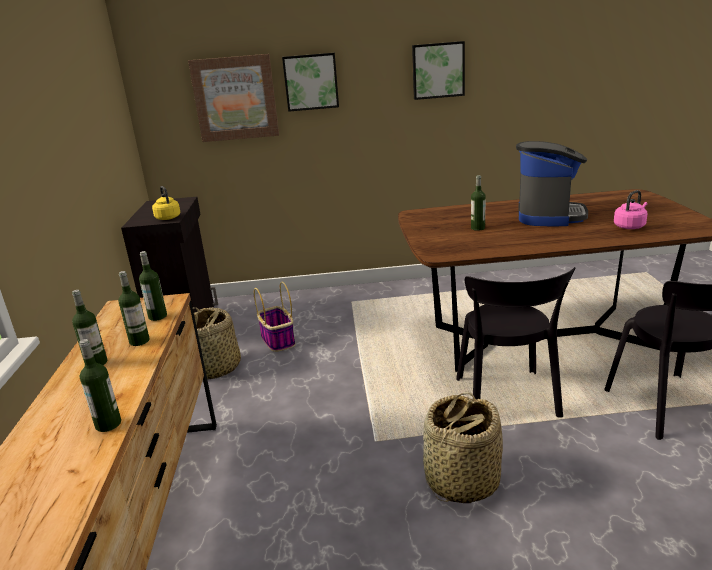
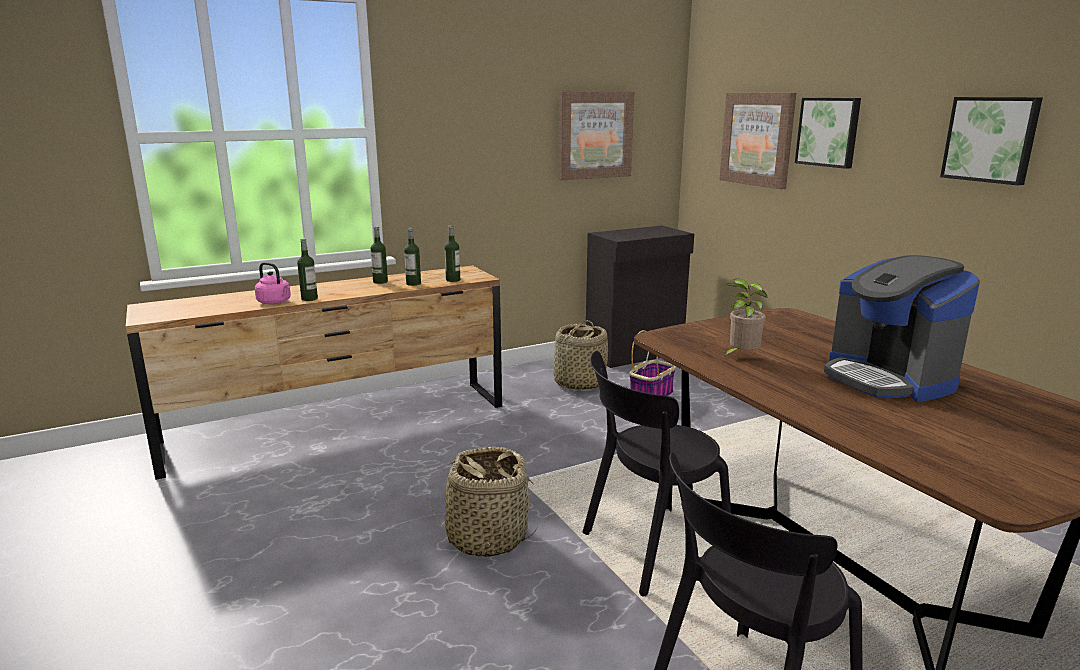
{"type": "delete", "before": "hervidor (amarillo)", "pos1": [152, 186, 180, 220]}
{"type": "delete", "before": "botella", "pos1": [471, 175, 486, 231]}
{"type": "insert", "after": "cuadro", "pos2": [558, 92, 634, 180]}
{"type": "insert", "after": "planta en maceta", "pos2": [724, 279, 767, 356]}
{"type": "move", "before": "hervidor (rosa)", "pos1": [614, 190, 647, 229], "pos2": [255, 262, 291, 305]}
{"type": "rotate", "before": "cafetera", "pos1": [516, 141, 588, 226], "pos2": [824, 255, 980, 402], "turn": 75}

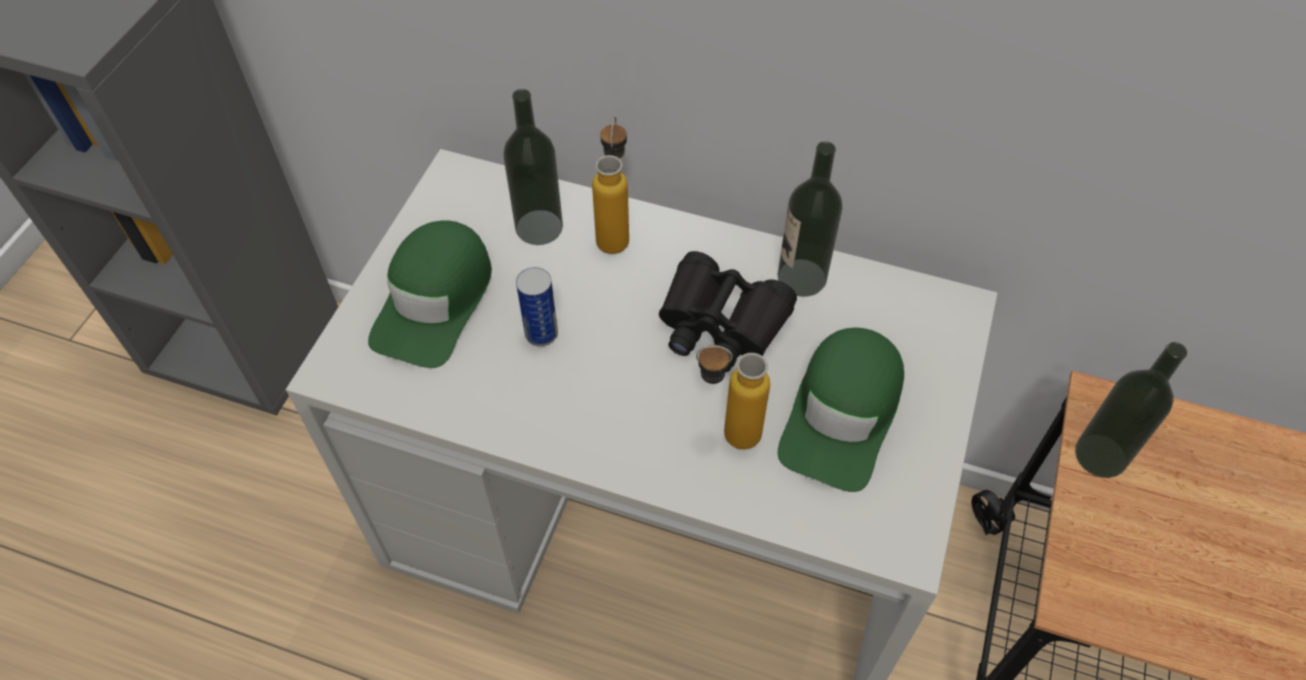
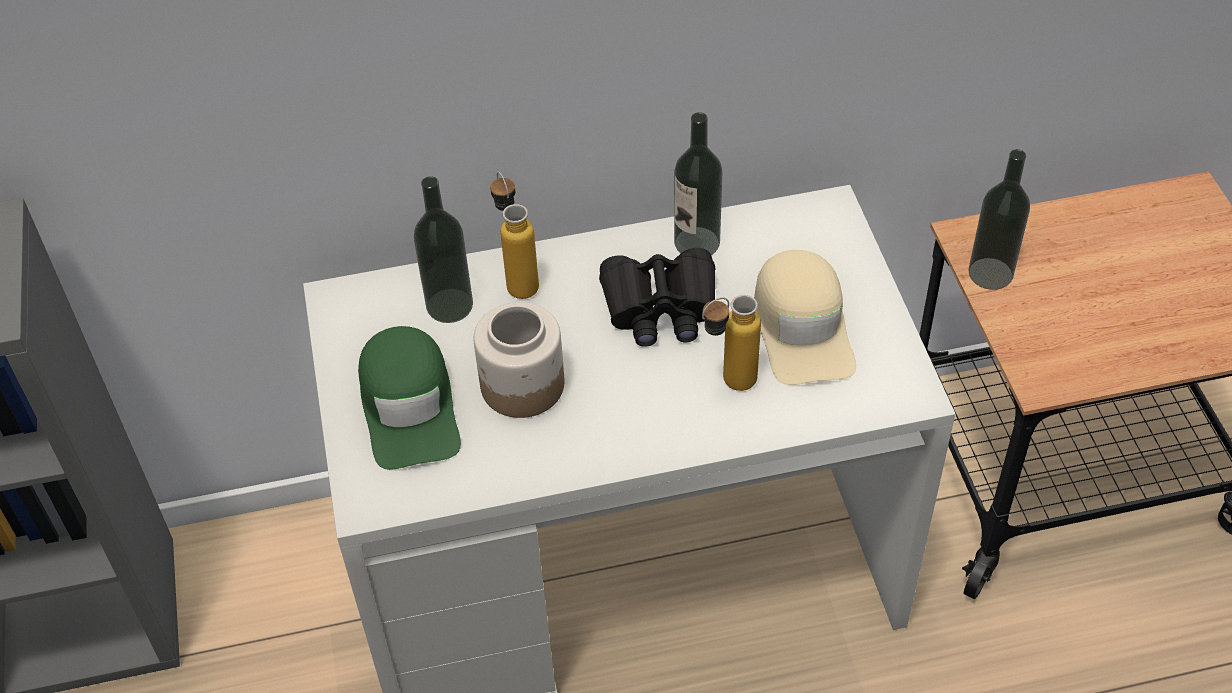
{"type": "replace", "before": "lata", "after": "tarro", "pos1": [516, 267, 558, 346], "pos2": [474, 302, 564, 418]}
{"type": "recolor", "before": "gorra (verde)", "after": "gorra (beis)", "pos1": [778, 328, 904, 492], "pos2": [754, 250, 856, 385]}

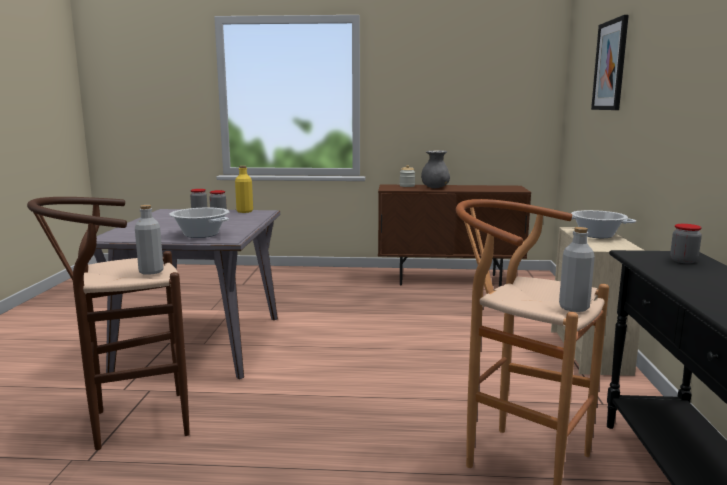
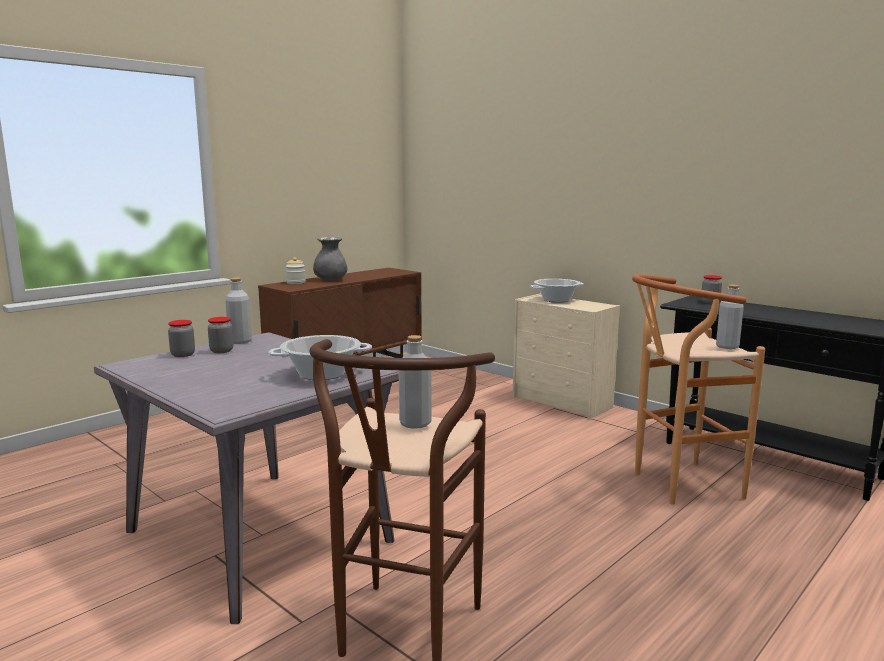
{"type": "delete", "before": "cuadro", "pos1": [591, 15, 629, 110]}
{"type": "recolor", "before": "botella (amarillo)", "after": "botella (gris)", "pos1": [235, 166, 253, 213], "pos2": [225, 278, 252, 344]}

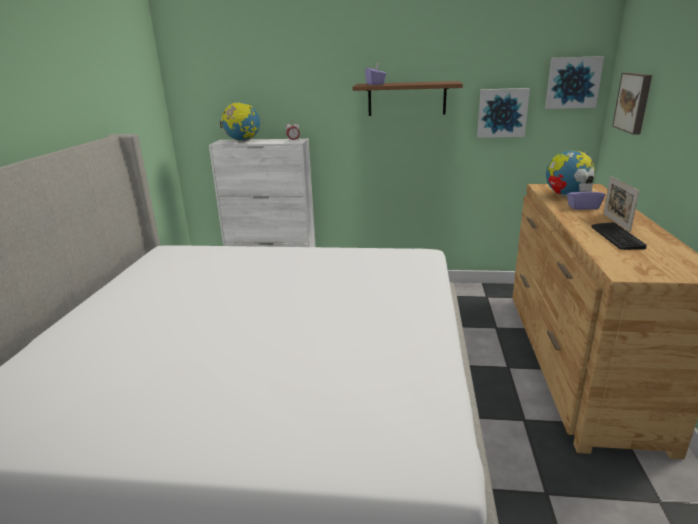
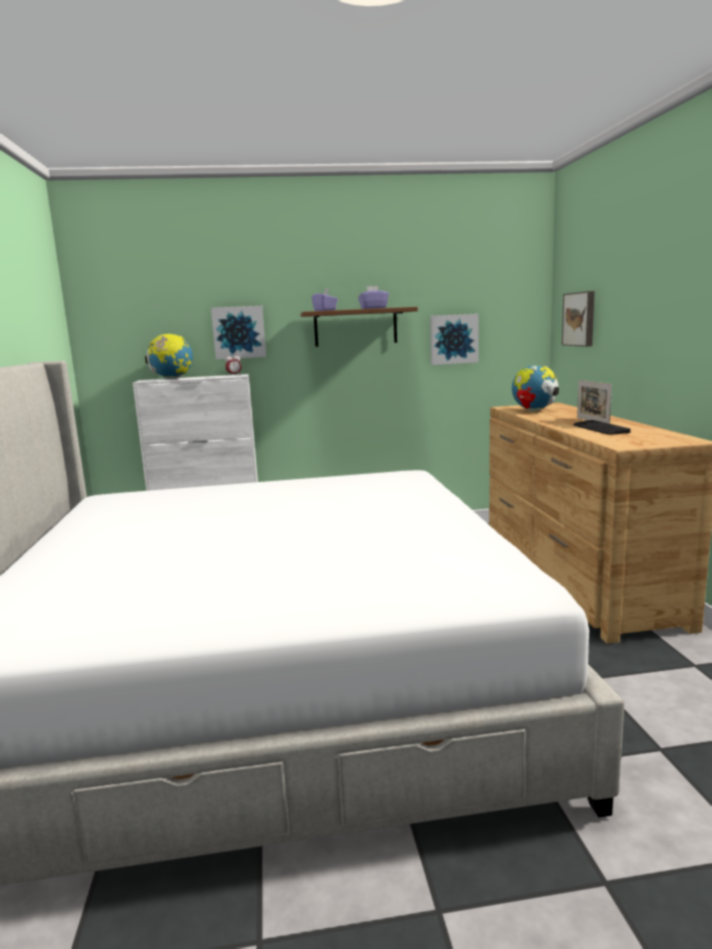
{"type": "move", "before": "cuadro", "pos1": [545, 56, 604, 109], "pos2": [211, 306, 266, 360]}
{"type": "move", "before": "caja de pañuelos (morado)", "pos1": [567, 183, 605, 210], "pos2": [358, 286, 389, 309]}

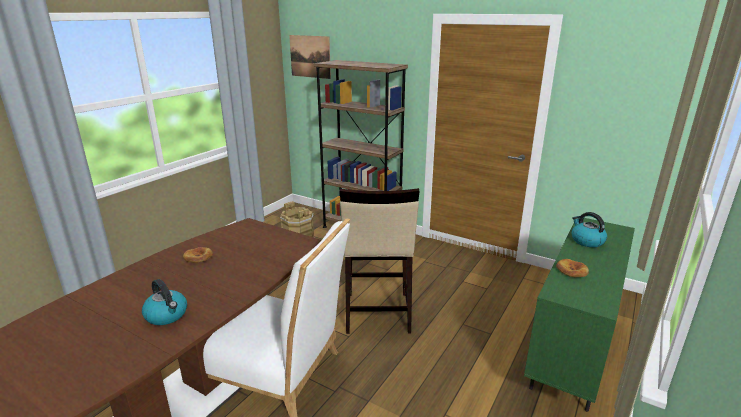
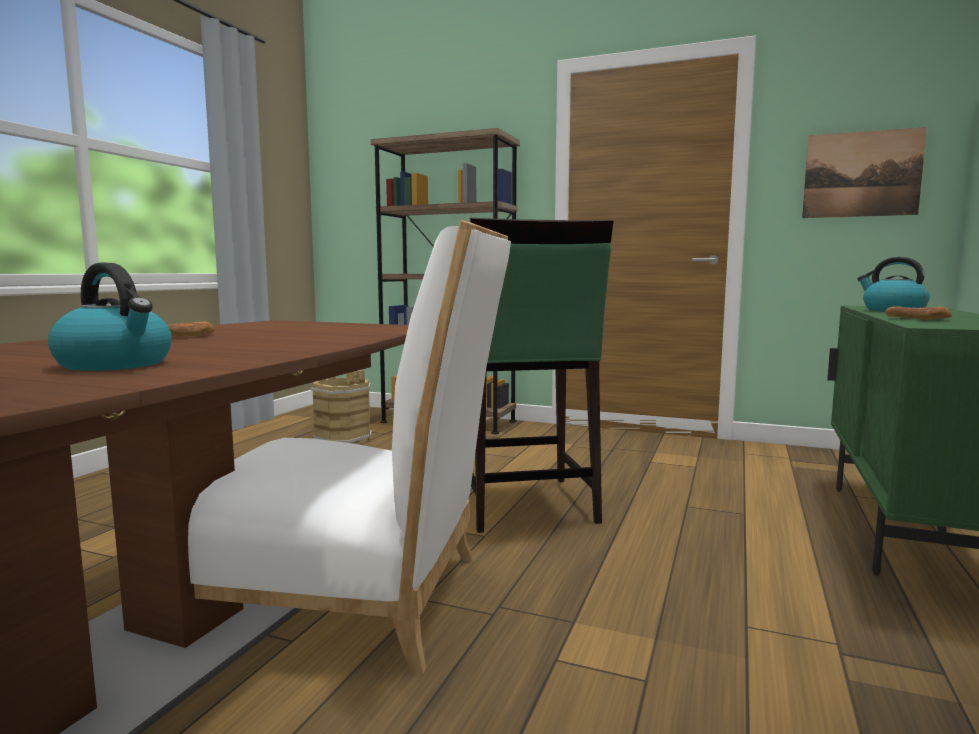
{"type": "move", "before": "cuadro", "pos1": [289, 35, 331, 79], "pos2": [802, 127, 927, 218]}
{"type": "recolor", "before": "taburete (beis)", "after": "taburete (verde)", "pos1": [340, 188, 420, 334], "pos2": [470, 218, 613, 533]}

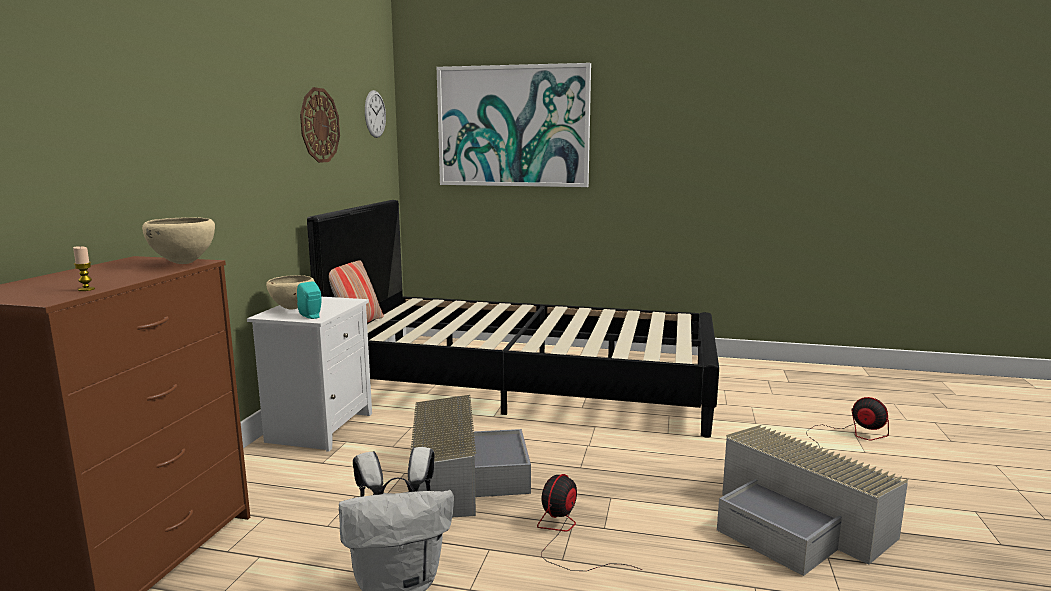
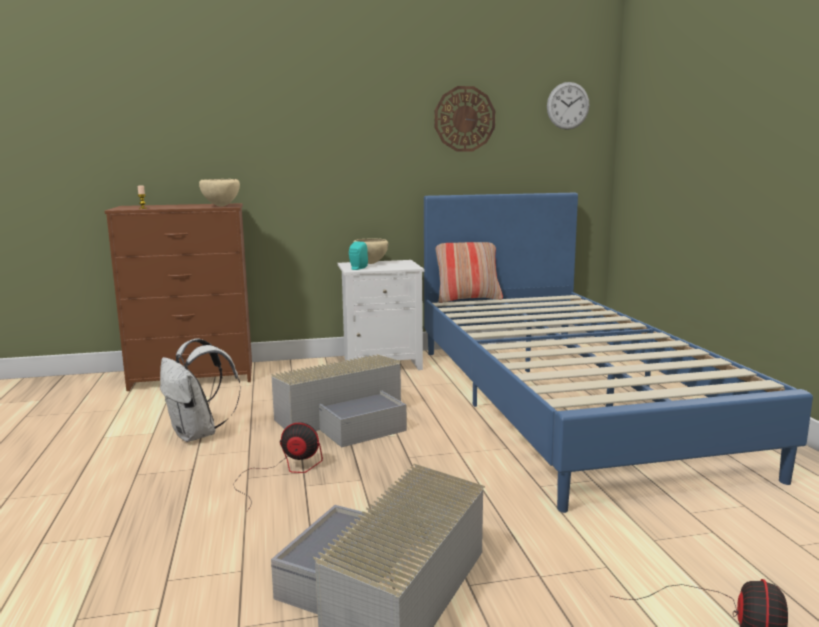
{"type": "delete", "before": "cuadro", "pos1": [437, 63, 591, 187]}
{"type": "recolor", "before": "cama (negro)", "after": "cama (azul)", "pos1": [307, 200, 719, 438], "pos2": [424, 193, 813, 513]}

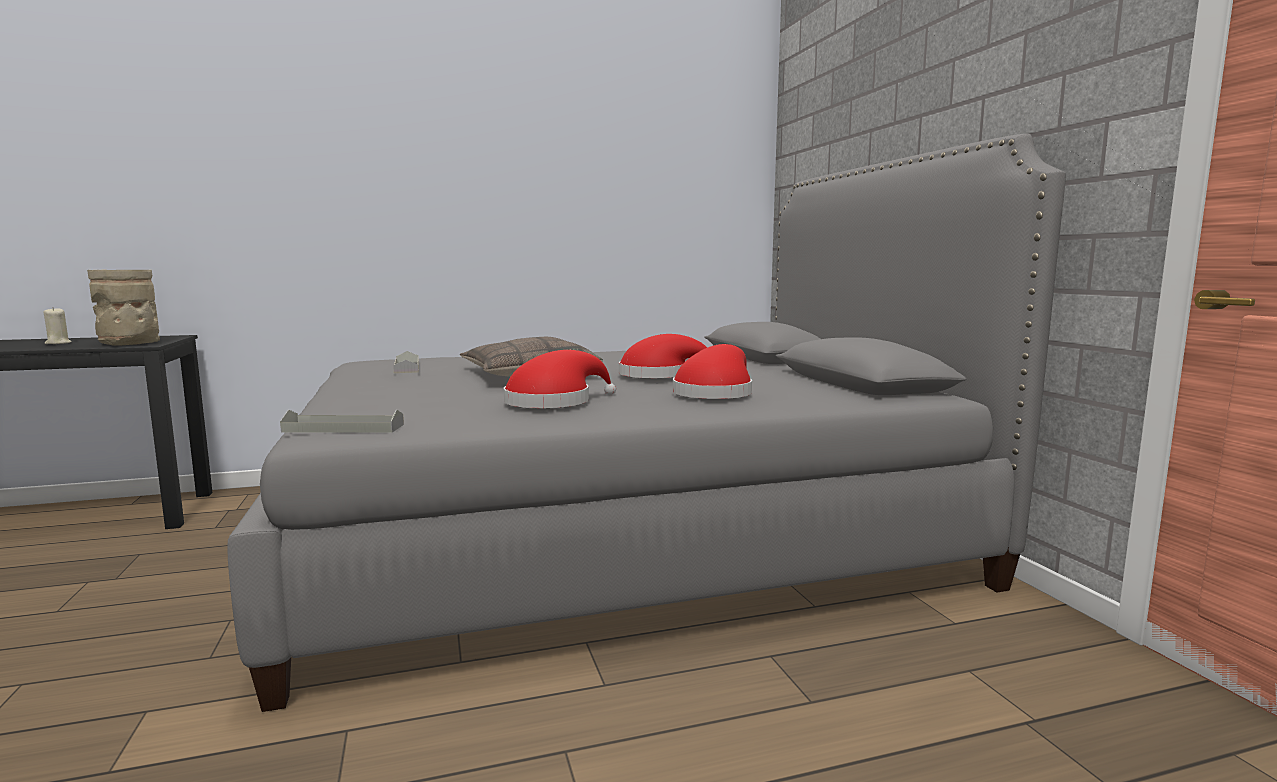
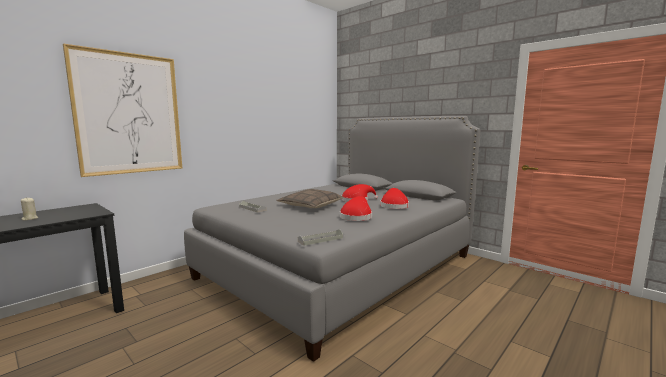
{"type": "delete", "before": "florero (beis)", "pos1": [87, 270, 160, 346]}
{"type": "insert", "after": "cuadro", "pos2": [63, 43, 182, 177]}

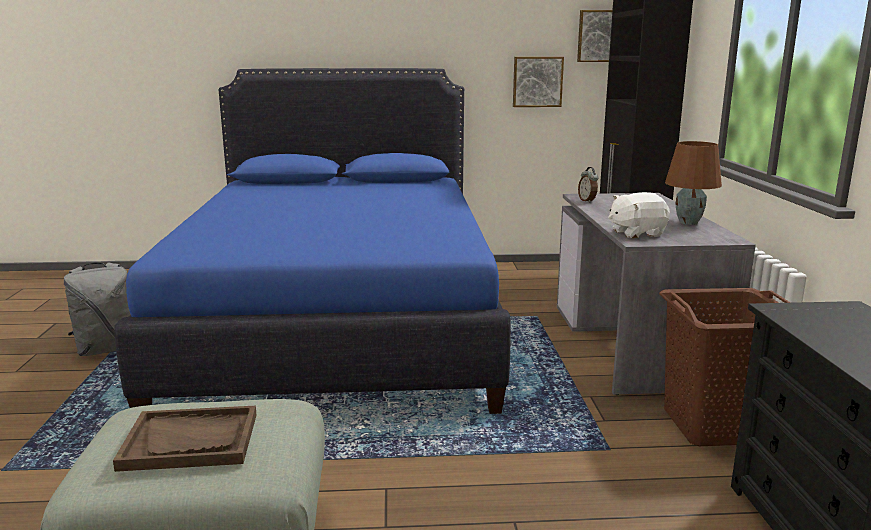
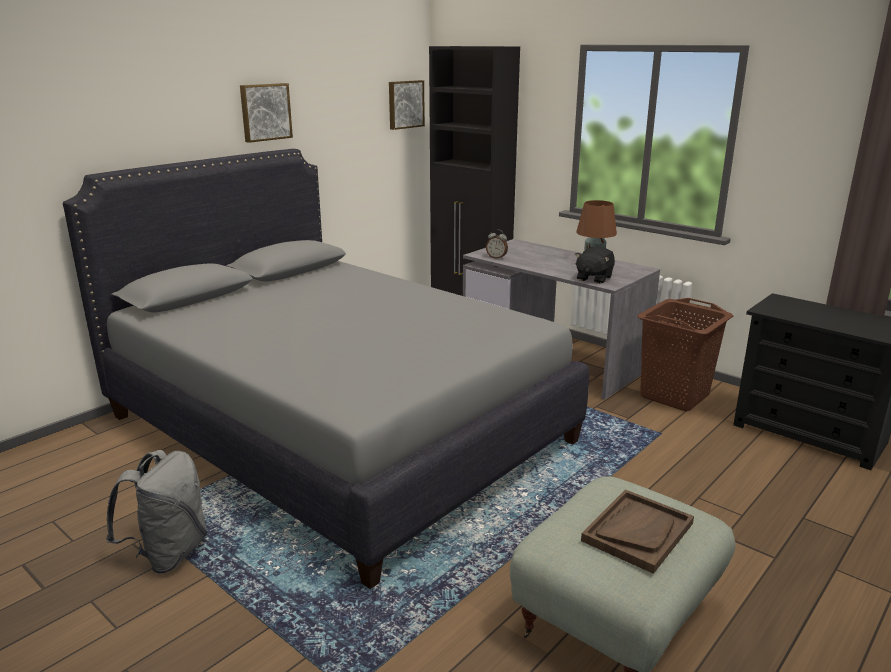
{"type": "move", "before": "cuadro", "pos1": [513, 57, 564, 107], "pos2": [240, 83, 293, 143]}
{"type": "recolor", "before": "cama (azul)", "after": "cama (gris)", "pos1": [114, 68, 511, 414], "pos2": [63, 149, 589, 589]}
{"type": "recolor", "before": "peluche (blanco)", "after": "peluche (negro)", "pos1": [608, 192, 670, 238], "pos2": [575, 246, 615, 284]}

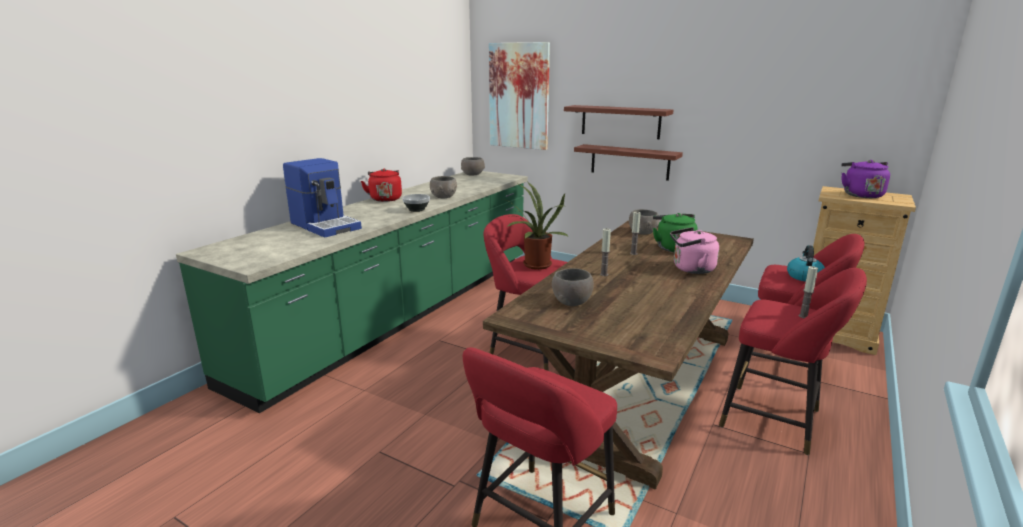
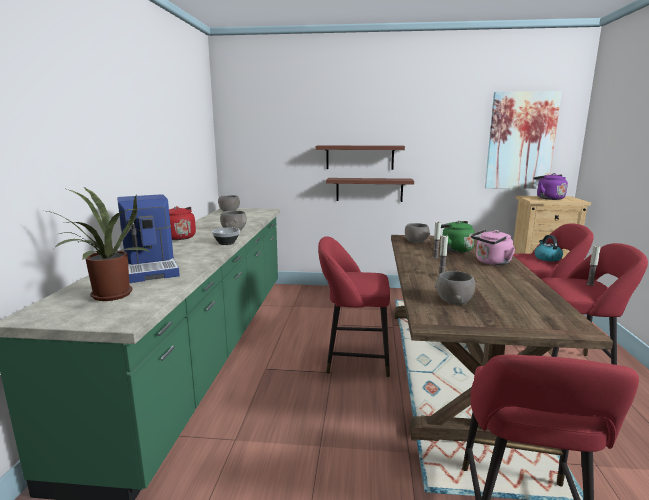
{"type": "move", "before": "cuadro", "pos1": [489, 42, 550, 150], "pos2": [485, 91, 562, 189]}
{"type": "move", "before": "planta en maceta", "pos1": [503, 182, 569, 270], "pos2": [47, 186, 148, 301]}
{"type": "rotate", "before": "cafetera", "pos1": [283, 158, 362, 238], "pos2": [117, 194, 180, 283], "turn": 45}

